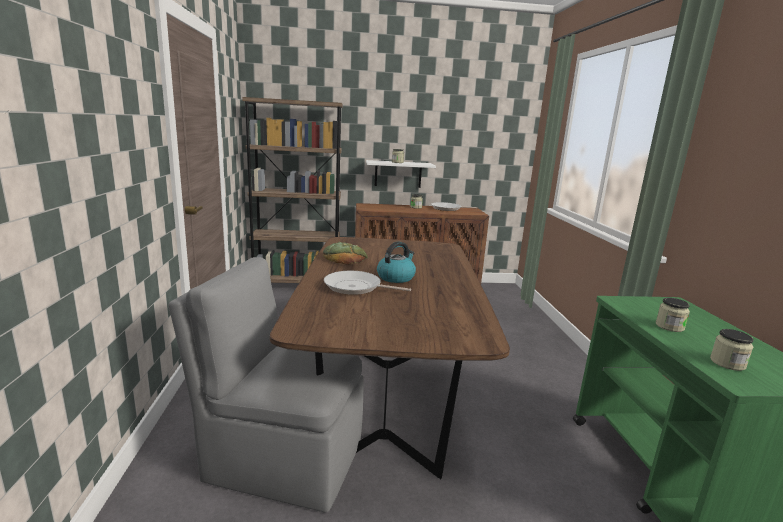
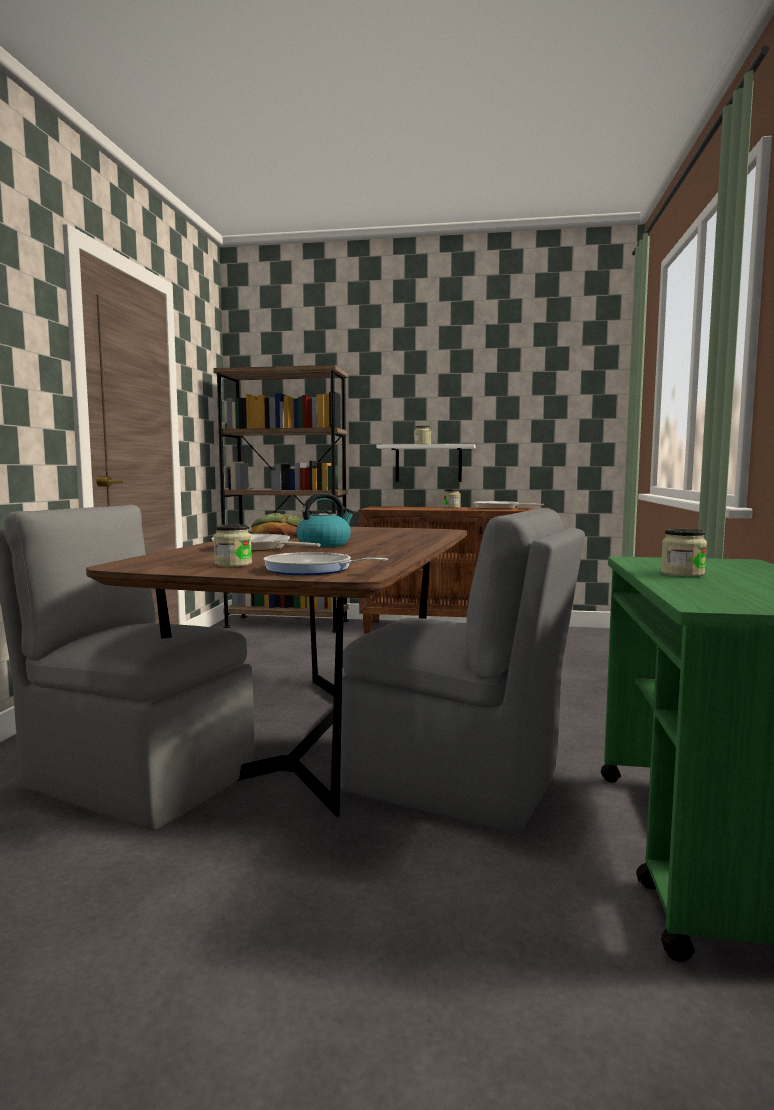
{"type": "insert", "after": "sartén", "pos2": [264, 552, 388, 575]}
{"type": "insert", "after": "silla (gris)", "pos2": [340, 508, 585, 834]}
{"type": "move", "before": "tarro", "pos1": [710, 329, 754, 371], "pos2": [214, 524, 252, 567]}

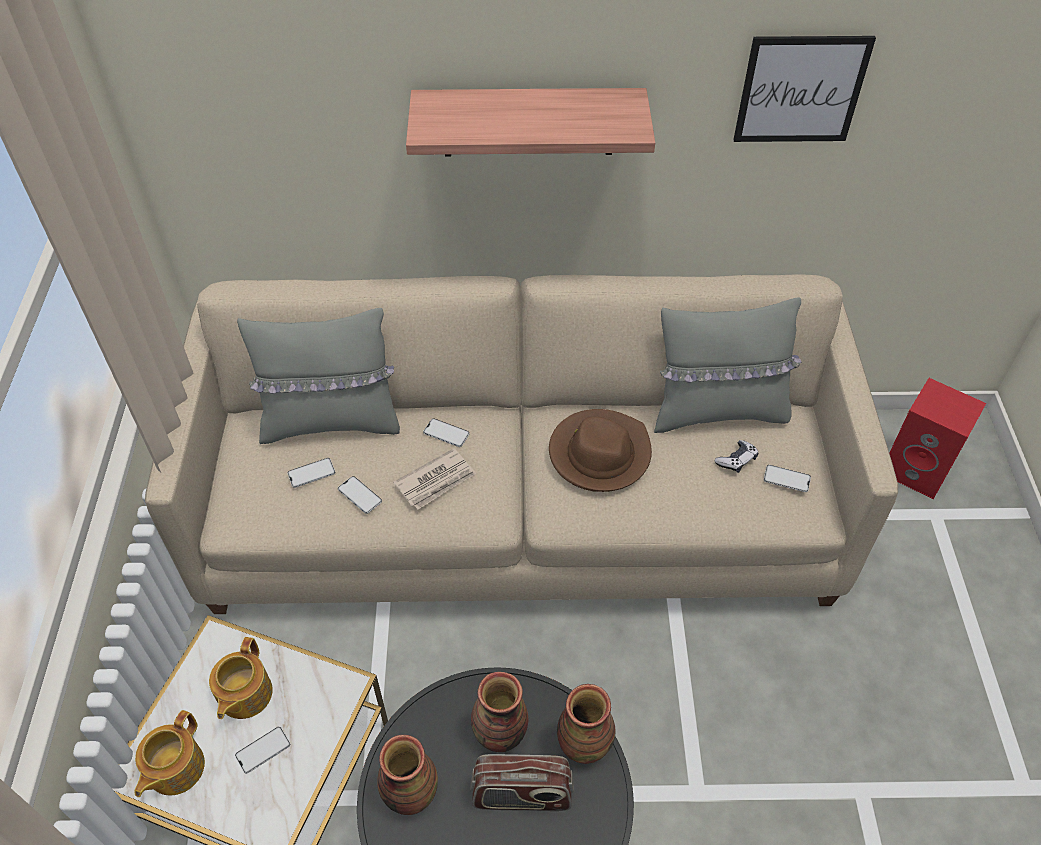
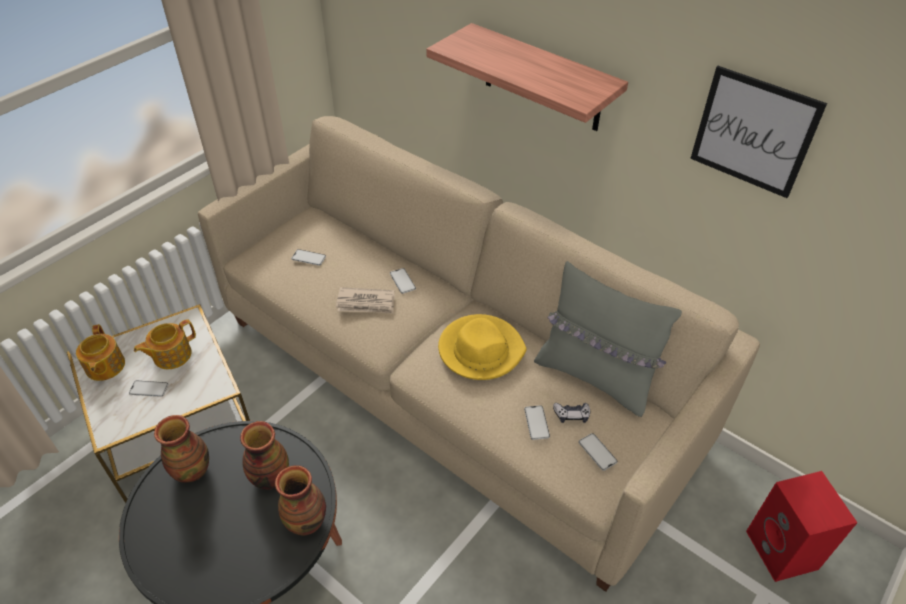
{"type": "delete", "before": "cojín (gris)", "pos1": [237, 308, 400, 444]}
{"type": "delete", "before": "radio", "pos1": [470, 754, 574, 811]}
{"type": "move", "before": "móvil", "pos1": [338, 476, 382, 514], "pos2": [524, 405, 550, 440]}
{"type": "recolor", "before": "sombrero (marrón)", "after": "sombrero (amarillo)", "pos1": [549, 409, 652, 492], "pos2": [438, 314, 527, 380]}
{"type": "rotate", "before": "tetera", "pos1": [135, 710, 205, 797], "pos2": [76, 324, 125, 381], "turn": -75}

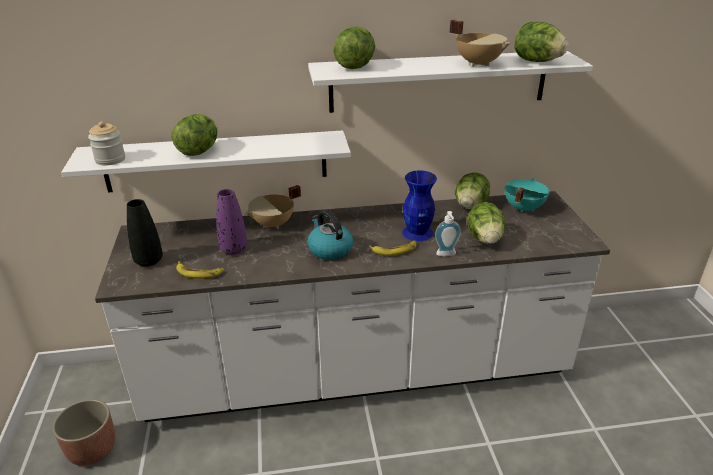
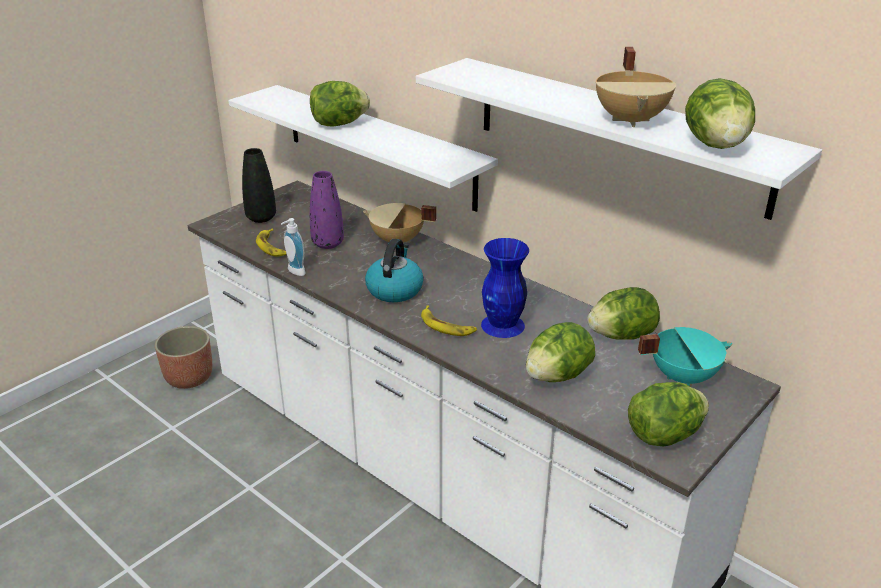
{"type": "delete", "before": "tarro", "pos1": [88, 122, 125, 165]}
{"type": "move", "before": "lechuga", "pos1": [333, 26, 375, 69], "pos2": [628, 382, 709, 446]}
{"type": "move", "before": "dispensador de jabón", "pos1": [435, 211, 461, 257], "pos2": [281, 218, 306, 276]}

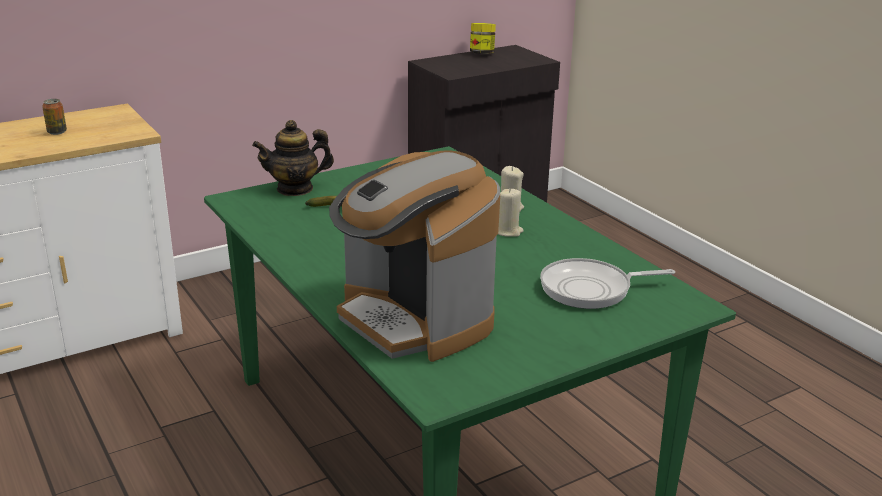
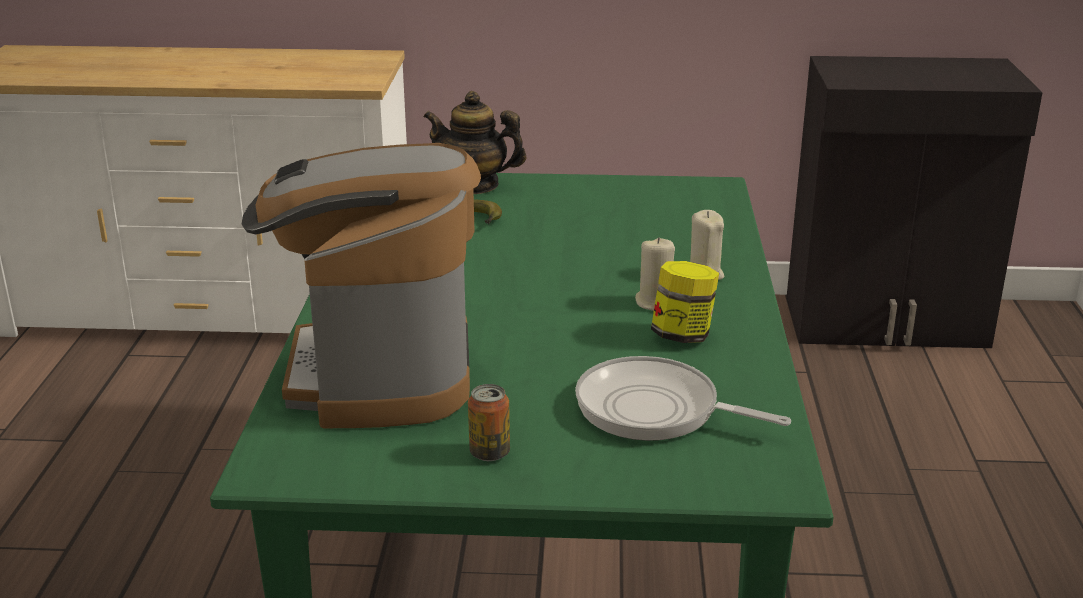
{"type": "move", "before": "lata", "pos1": [42, 99, 67, 135], "pos2": [468, 384, 510, 461]}
{"type": "move", "before": "tarro", "pos1": [470, 23, 496, 54], "pos2": [651, 261, 719, 343]}

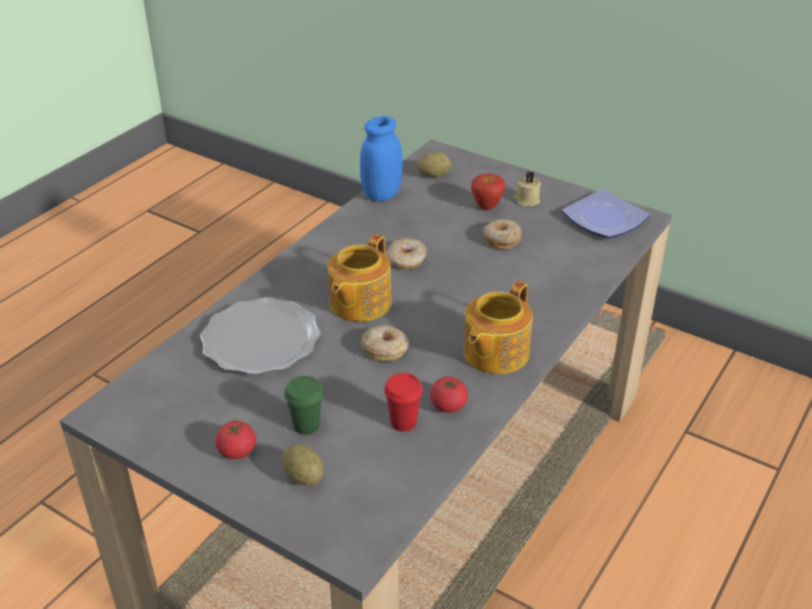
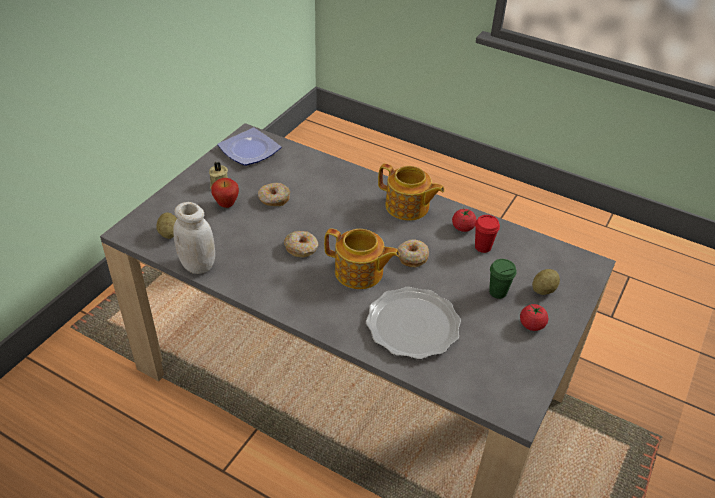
{"type": "recolor", "before": "tarro (azul)", "after": "tarro (blanco)", "pos1": [360, 116, 403, 202], "pos2": [173, 202, 215, 274]}

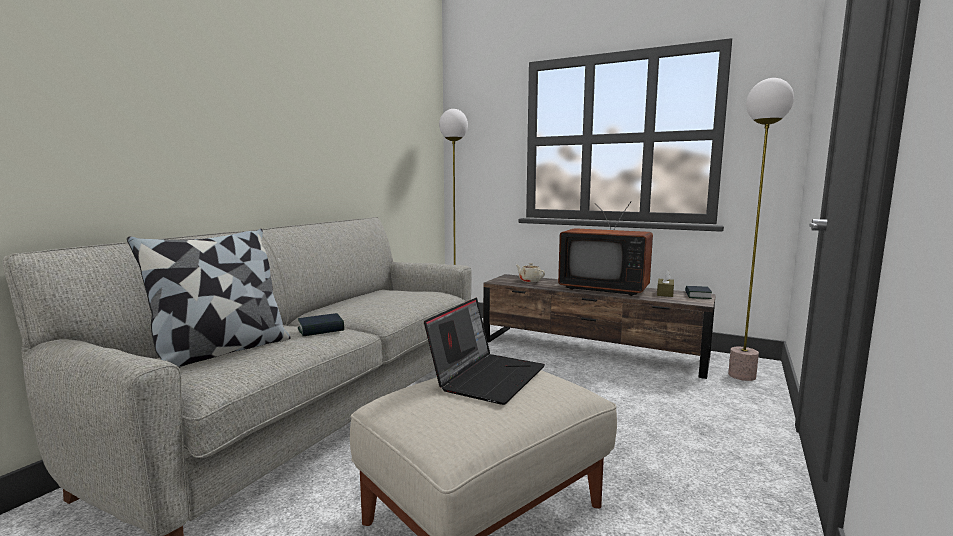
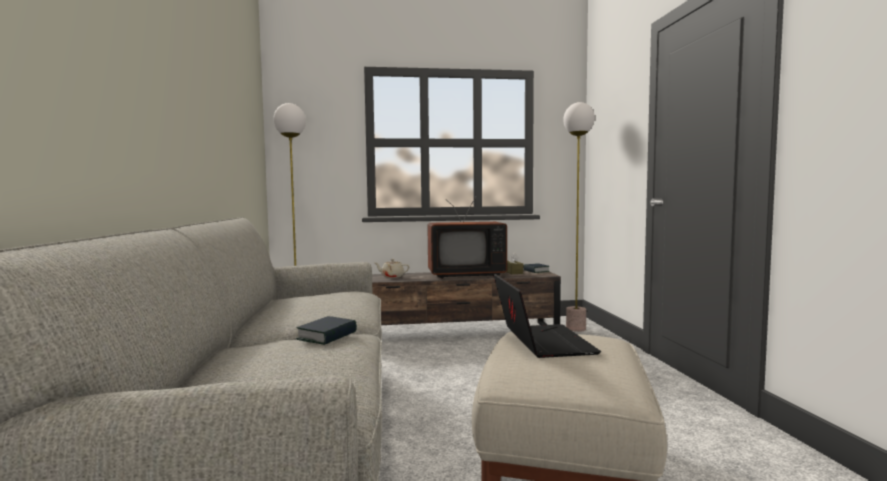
{"type": "delete", "before": "cojín", "pos1": [127, 229, 291, 368]}

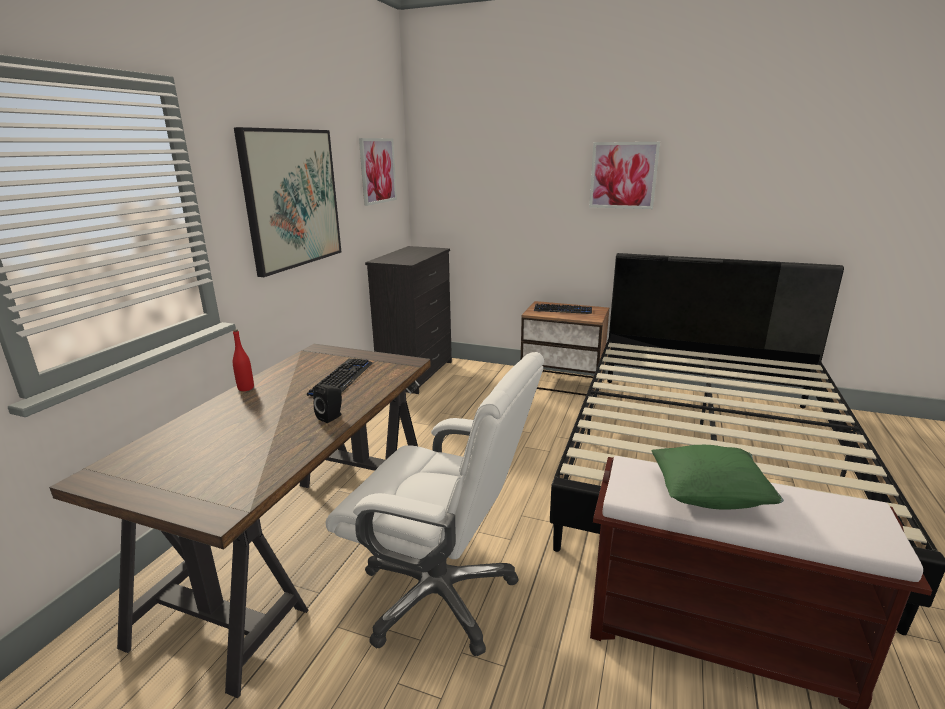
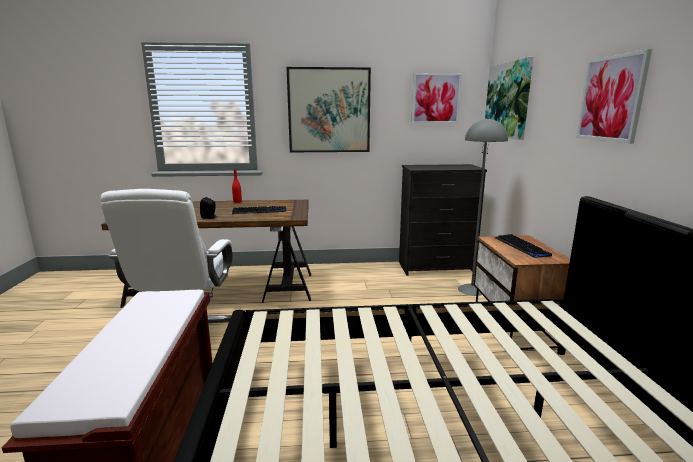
{"type": "delete", "before": "cojín (verde)", "pos1": [652, 445, 784, 510]}
{"type": "insert", "after": "lámpara de pie (gris)", "pos2": [458, 118, 508, 296]}
{"type": "insert", "after": "cuadro", "pos2": [485, 57, 533, 140]}

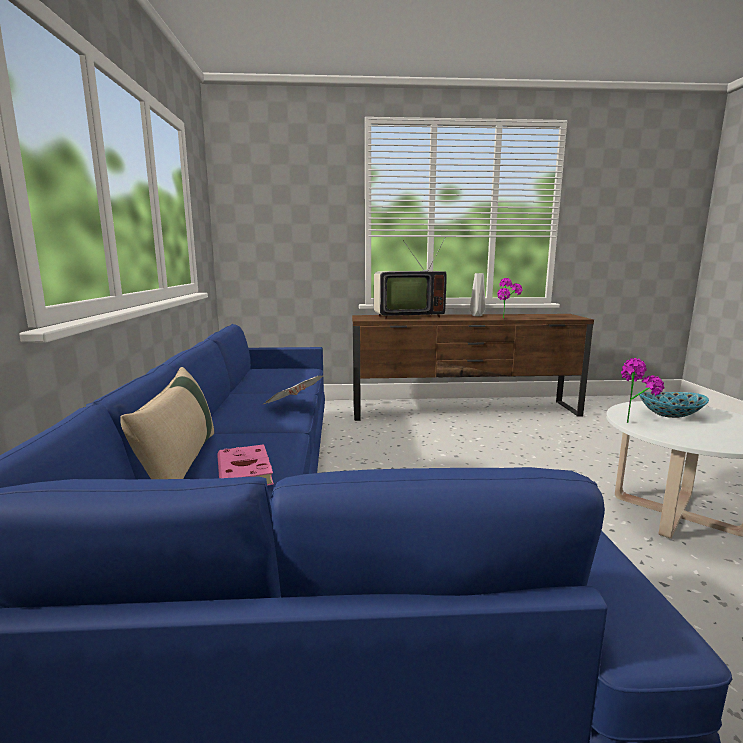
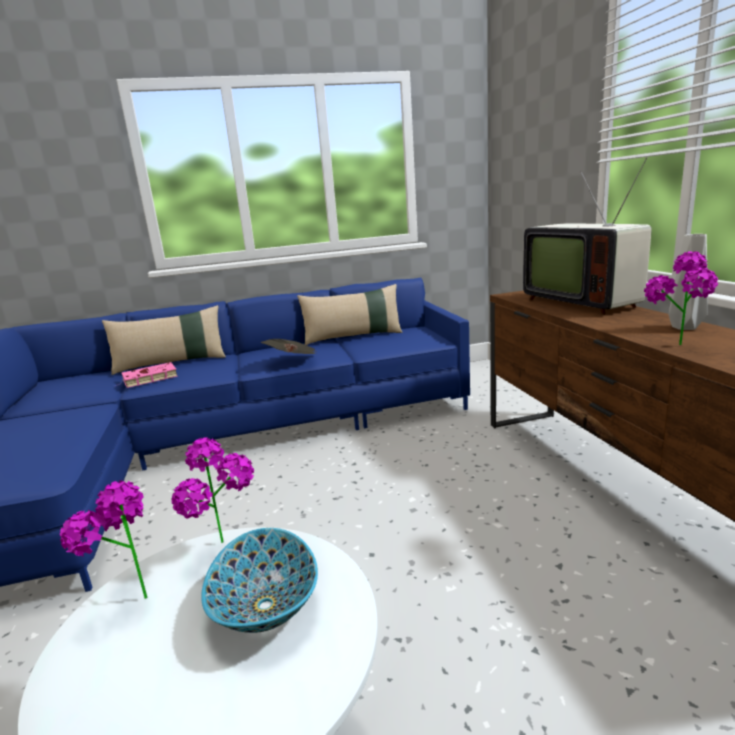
{"type": "insert", "after": "planta en maceta", "pos2": [60, 481, 148, 599]}
{"type": "insert", "after": "cojín (beis)", "pos2": [297, 284, 402, 345]}

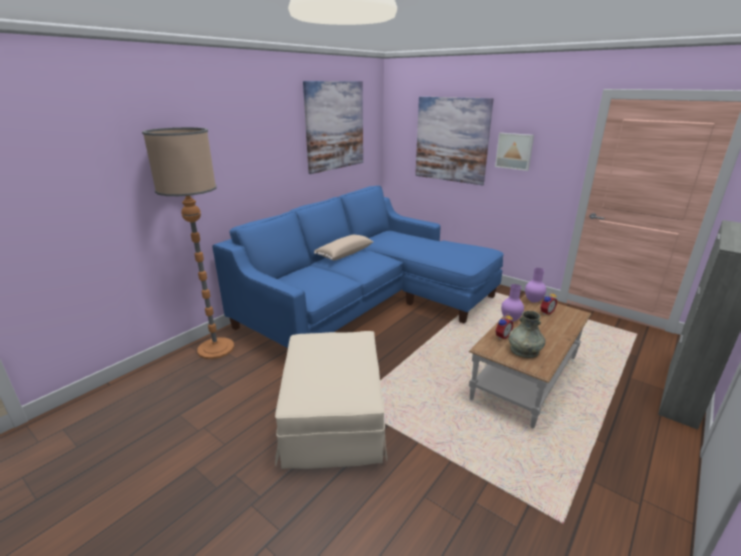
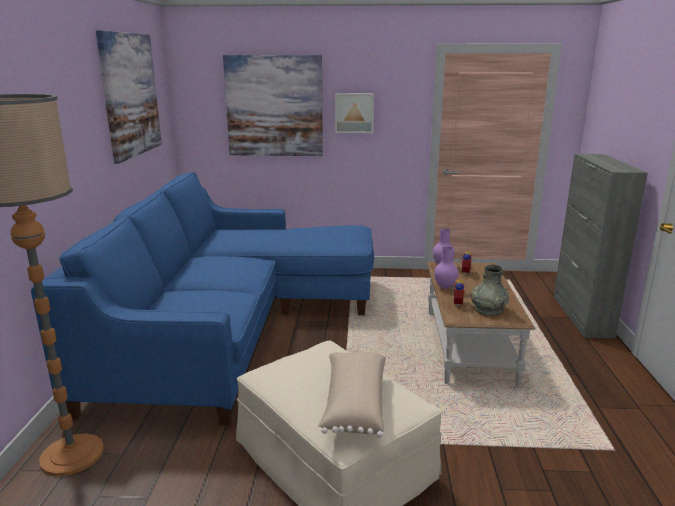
{"type": "move", "before": "cojín (beis)", "pos1": [314, 235, 373, 261], "pos2": [318, 352, 386, 437]}

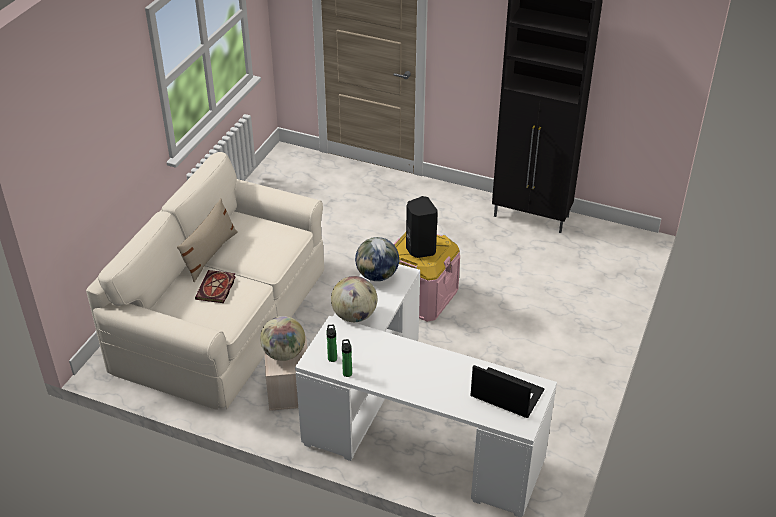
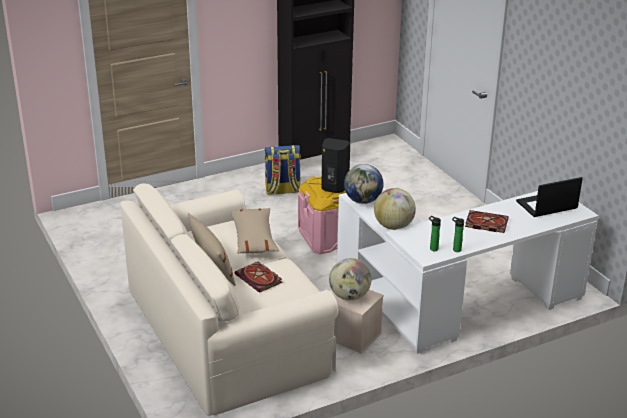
{"type": "insert", "after": "cojín (beis)", "pos2": [230, 208, 279, 254]}
{"type": "insert", "after": "mochila", "pos2": [265, 145, 301, 195]}
{"type": "insert", "after": "libro", "pos2": [465, 210, 509, 233]}

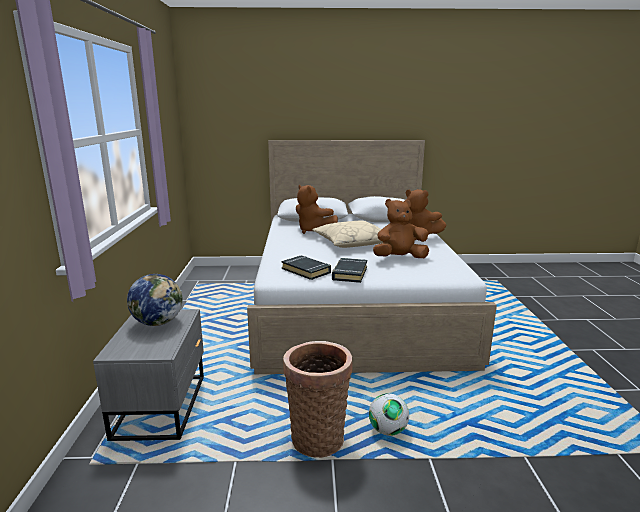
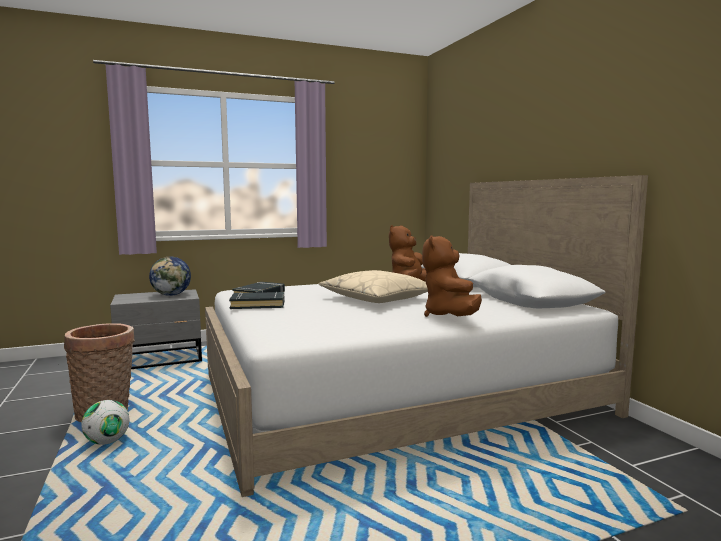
{"type": "delete", "before": "peluche (marrón)", "pos1": [373, 199, 429, 258]}

